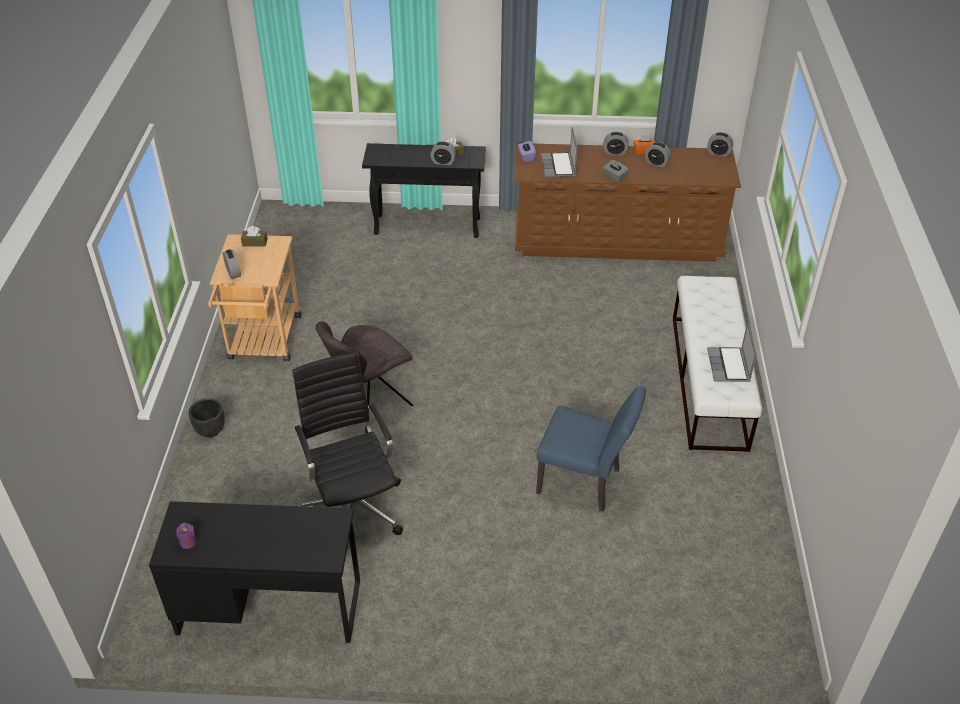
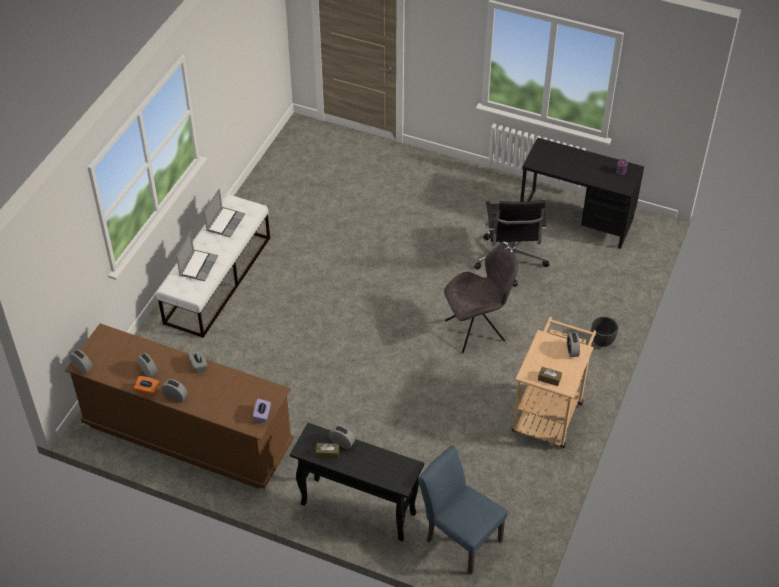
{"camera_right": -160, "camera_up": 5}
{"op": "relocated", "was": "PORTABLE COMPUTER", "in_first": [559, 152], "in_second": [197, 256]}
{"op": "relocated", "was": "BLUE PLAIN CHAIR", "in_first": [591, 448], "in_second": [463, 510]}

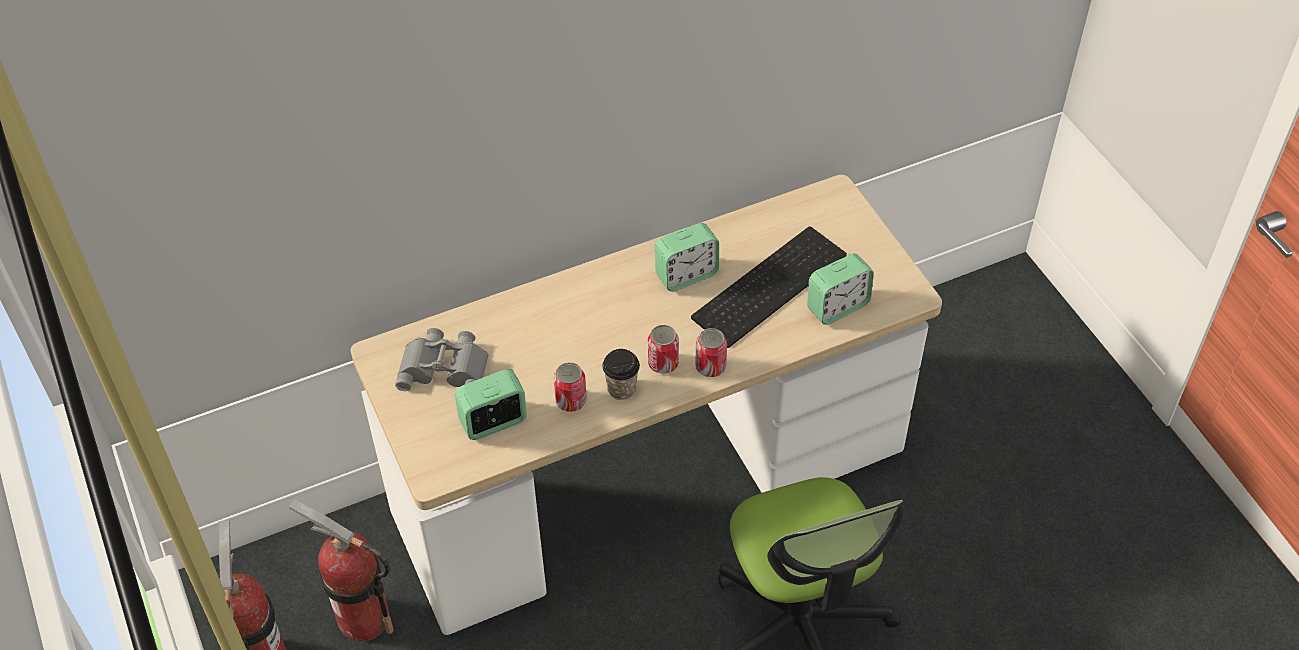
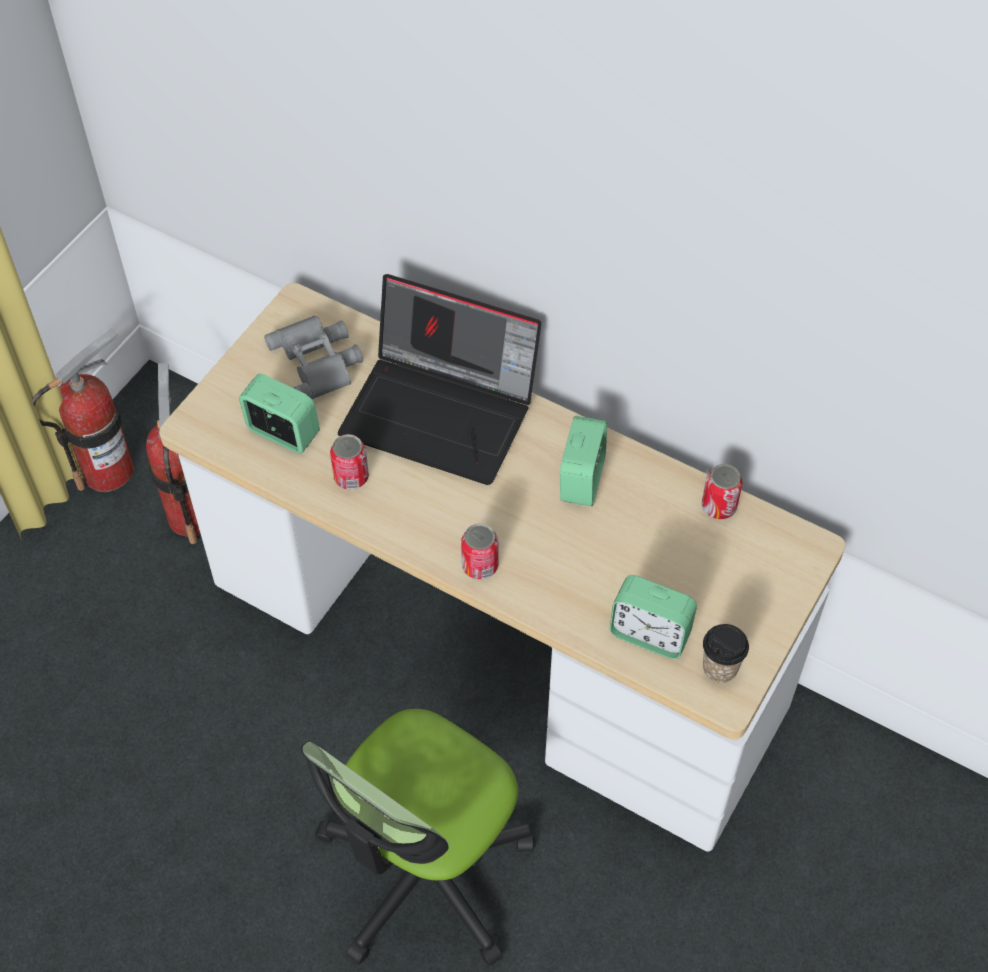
{"camera_right": 55, "camera_up": 5}
{"op": "spun", "was": "BEDSIDE CLOCK", "in_first": [687, 257], "in_second": [583, 461], "clockwise": -105}
{"op": "missing", "was": "PC KEYBOARD", "in_first": [769, 287]}
{"op": "relocated", "was": "SEALED CAN", "in_first": [663, 349], "in_second": [722, 491]}
{"op": "relocated", "was": "CUP", "in_first": [621, 374], "in_second": [726, 653]}
{"op": "appeared", "now": "PORTABLE COMPUTER", "in_second": [439, 379]}

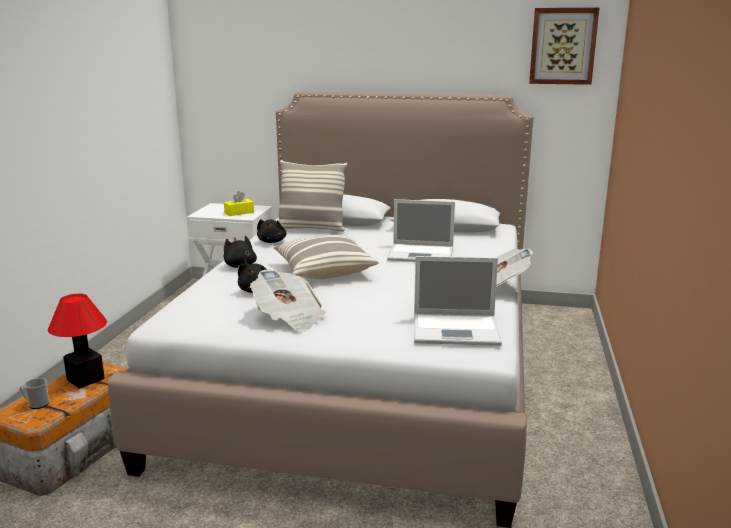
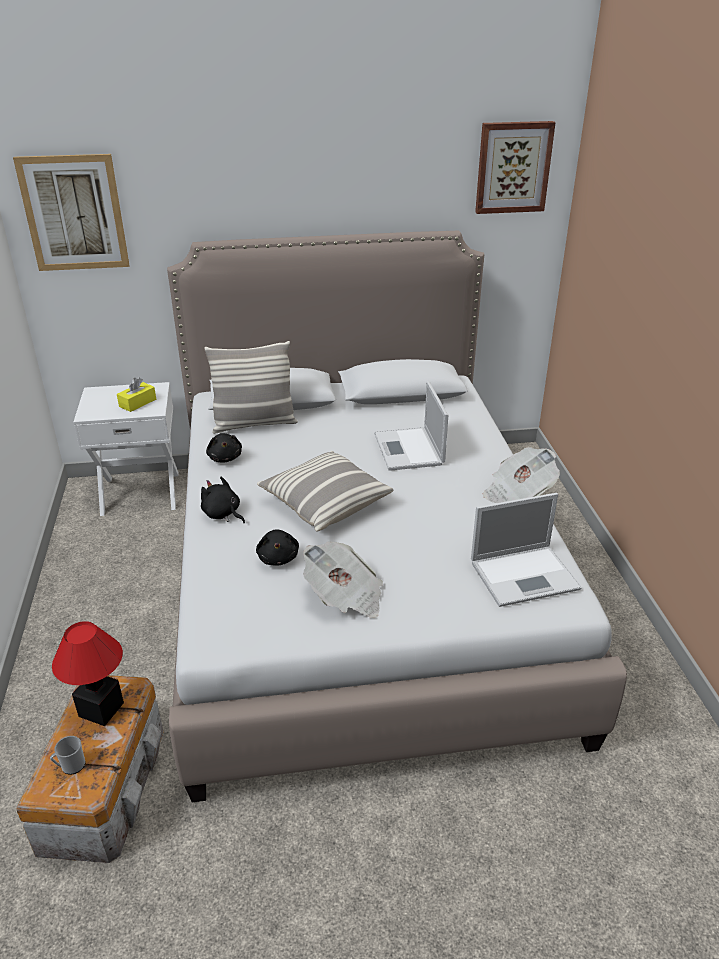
{"camera_right": -20, "camera_up": 15}
{"op": "spun", "was": "PORTABLE COMPUTER", "in_first": [421, 230], "in_second": [411, 426], "clockwise": 90}
{"op": "appeared", "now": "WALL PICTURE", "in_second": [71, 212]}

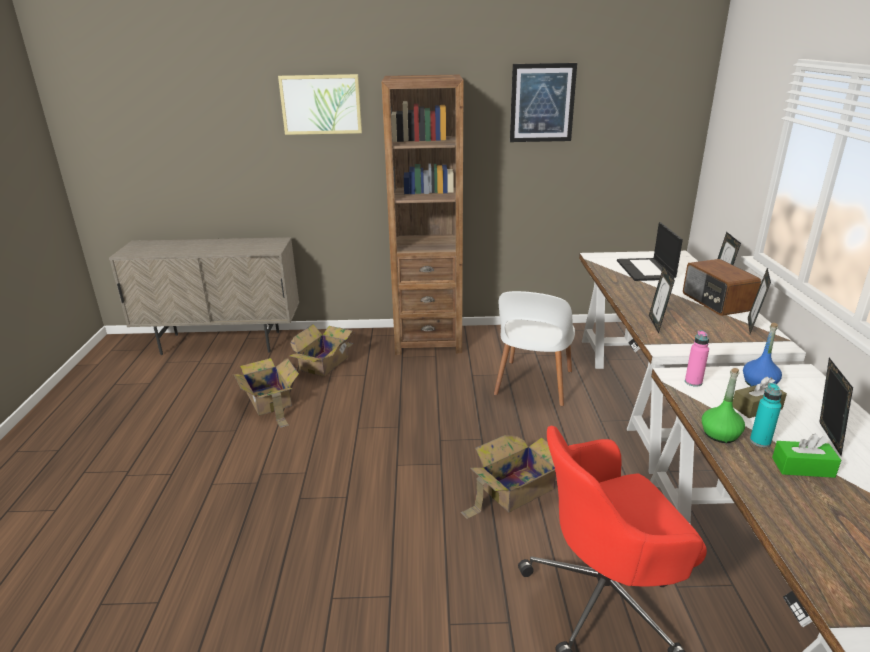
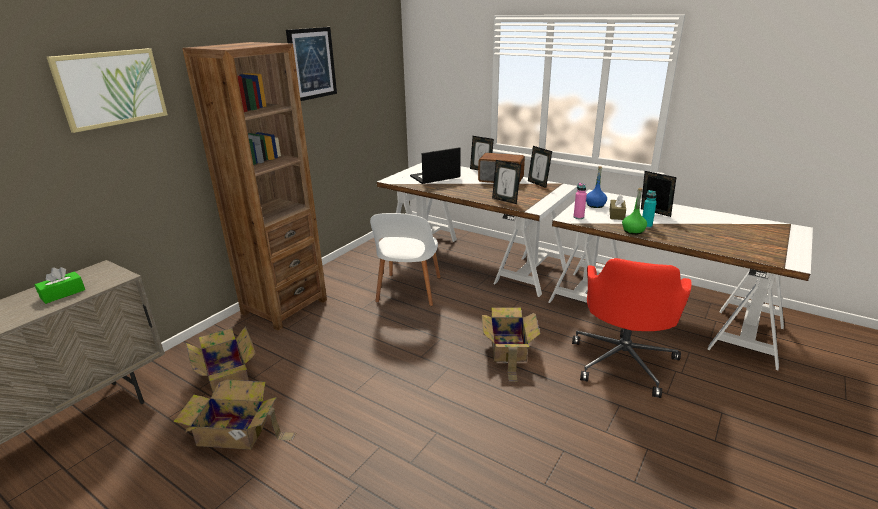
{"camera_right": -55, "camera_up": 0}
{"op": "spun", "was": "PORTABLE COMPUTER", "in_first": [650, 251], "in_second": [435, 165], "clockwise": 120}
{"op": "spun", "was": "WHITE PLAIN CHAIR", "in_first": [534, 348], "in_second": [405, 259], "clockwise": 45}
{"op": "relocated", "was": "GREEN TISSUE HOLDER", "in_first": [806, 456], "in_second": [60, 285]}

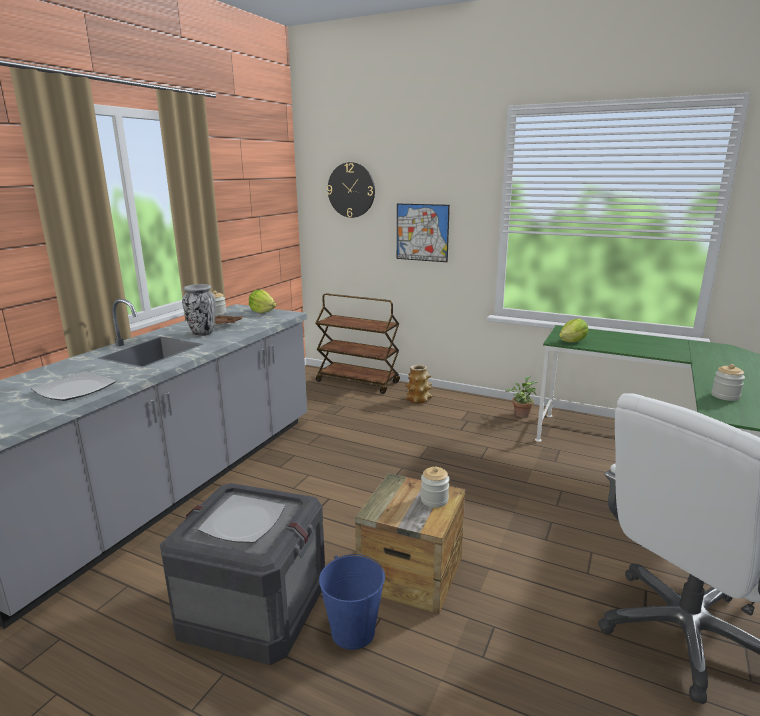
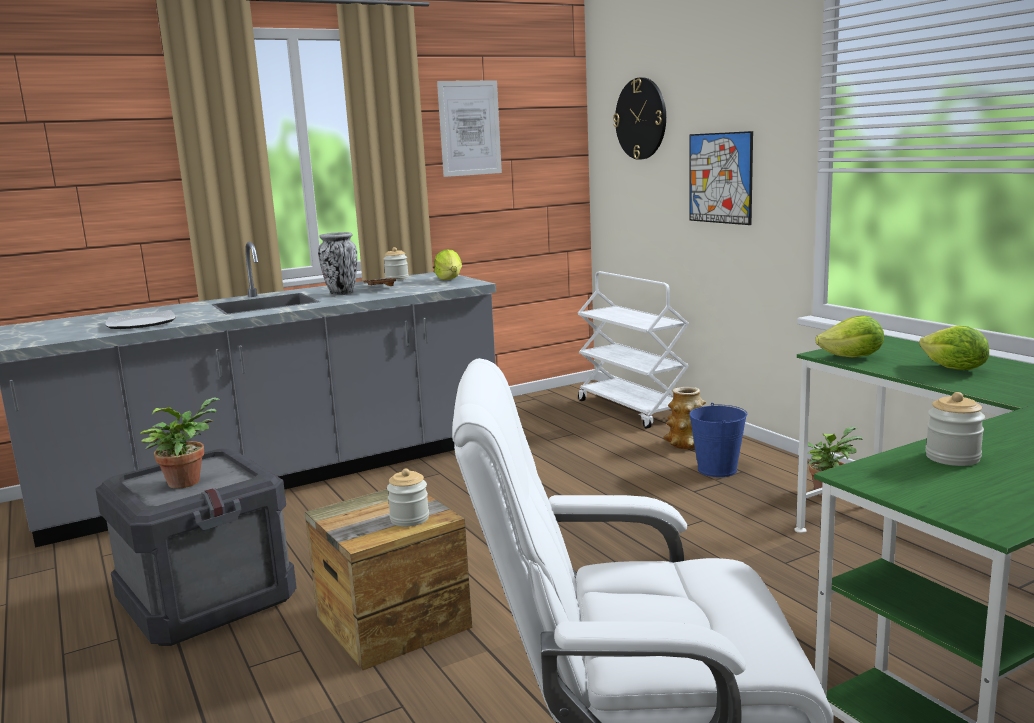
{"camera_right": 35, "camera_up": -5}
{"op": "colour", "was": "BROWN-COLOURED WHEELED CART", "now": "WHITE WHEELED CART", "in_first": [357, 343], "in_second": [633, 350]}
{"op": "exchanged", "was": "PLATE", "now": "PLANT IN A POT", "in_first": [241, 519], "in_second": [180, 443]}
{"op": "relocated", "was": "BLUE BUCKET", "in_first": [352, 602], "in_second": [718, 440]}
{"op": "appeared", "now": "WALL PICTURE", "in_second": [469, 128]}
{"op": "appeared", "now": "LETTUCE", "in_second": [954, 348]}

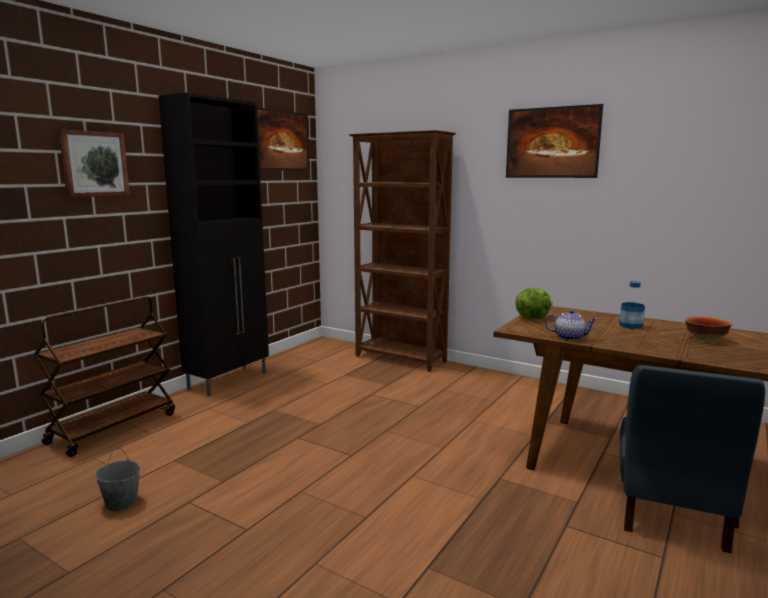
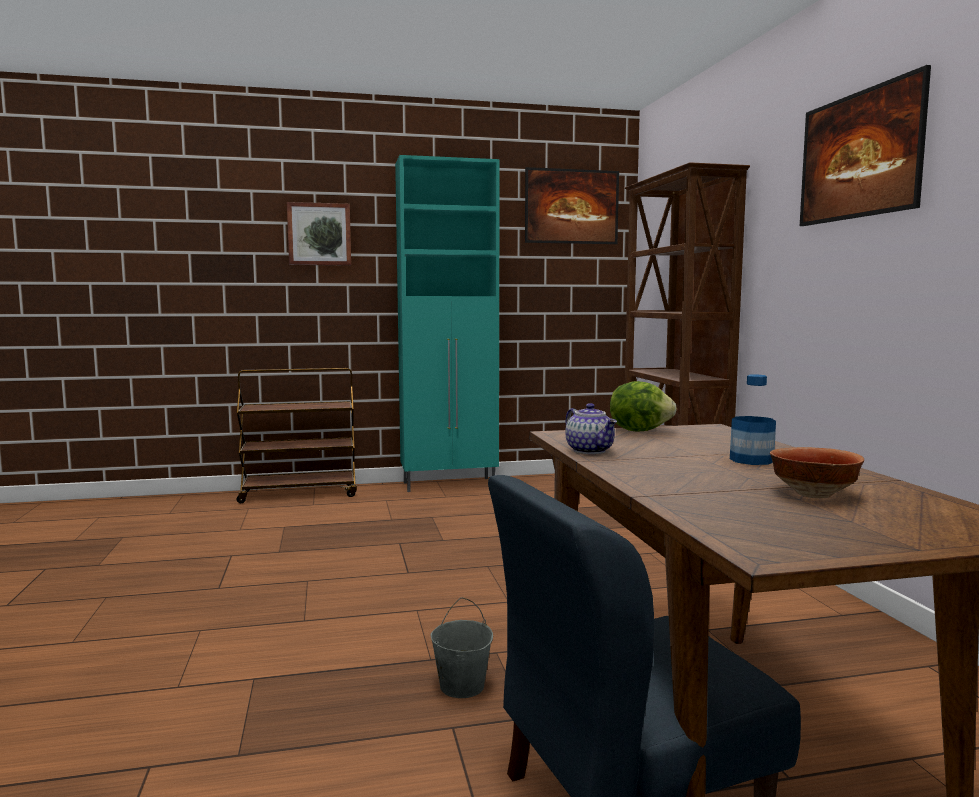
{"camera_right": 45, "camera_up": -5}
{"op": "colour", "was": "BLACK CABINET", "now": "TURQUOISE CABINET", "in_first": [214, 244], "in_second": [447, 323]}
{"op": "relocated", "was": "GRAY BUCKET", "in_first": [118, 479], "in_second": [462, 647]}

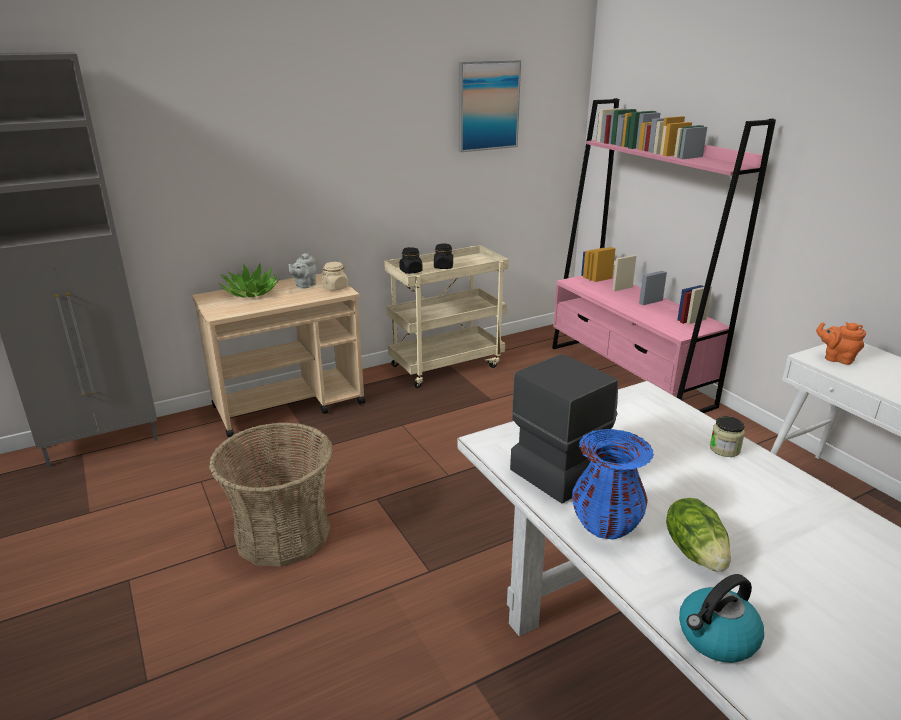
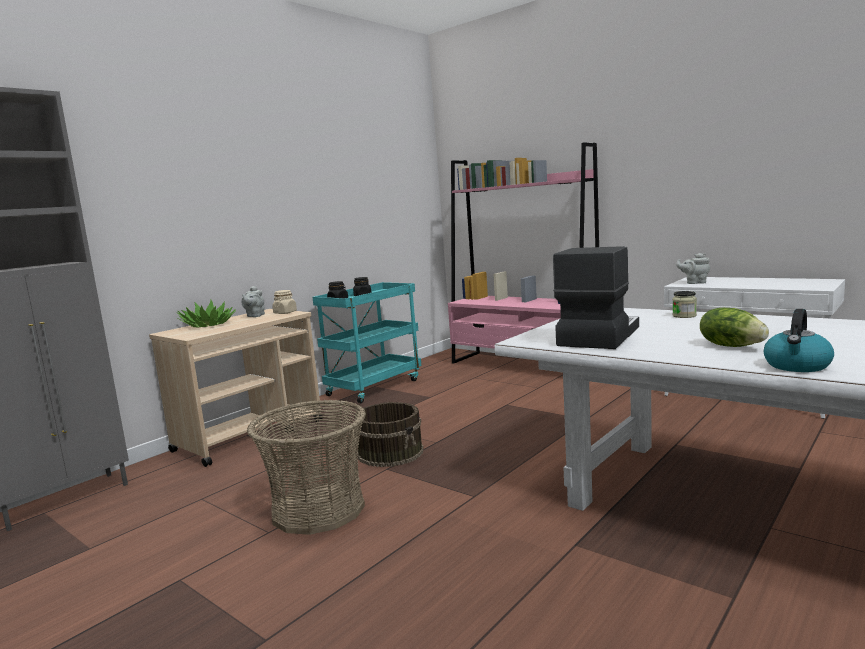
{"camera_right": -20, "camera_up": -15}
{"op": "missing", "was": "WALL PICTURE", "in_first": [489, 106]}
{"op": "colour", "was": "BEIGE WHEELED CART", "now": "TURQUOISE WHEELED CART", "in_first": [446, 316], "in_second": [366, 342]}
{"op": "colour", "was": "ORANGE TEAPOT", "now": "GRAY TEAPOT", "in_first": [841, 343], "in_second": [693, 268]}
{"op": "missing", "was": "BLUE VASE", "in_first": [613, 484]}
{"op": "appeared", "now": "BROWN-COLOURED BUCKET", "in_second": [389, 434]}

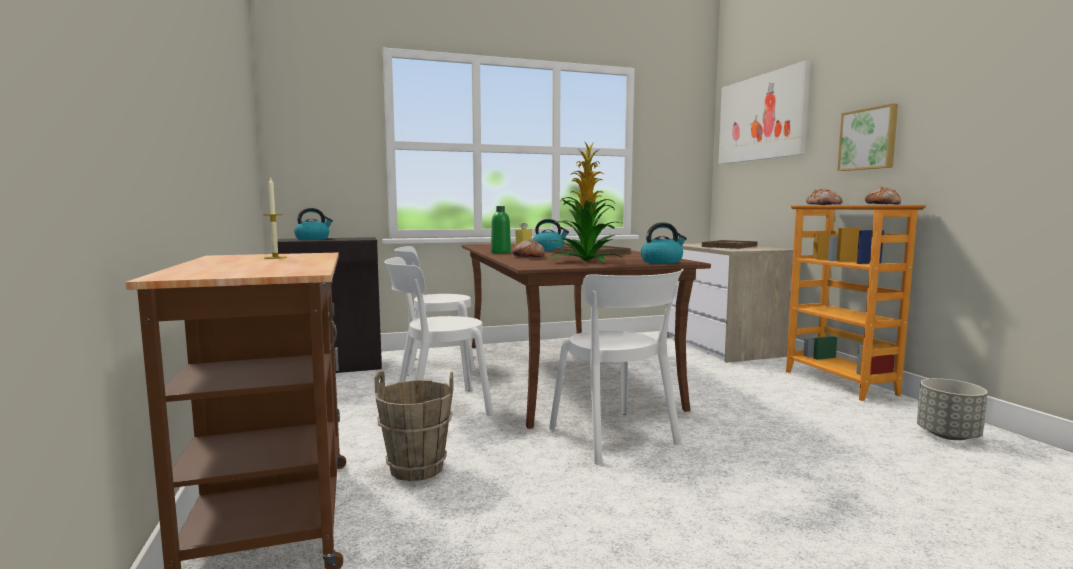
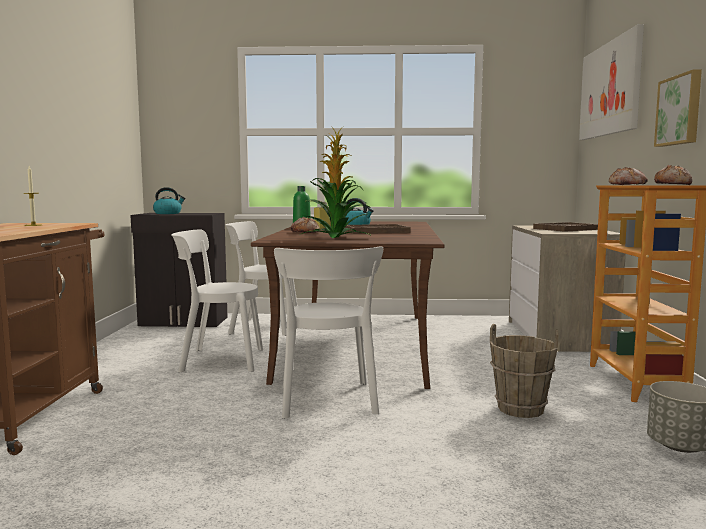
{"camera_right": 20, "camera_up": 0}
{"op": "missing", "was": "KETTLE", "in_first": [664, 243]}
{"op": "relocated", "was": "BROWN-COLOURED BUCKET", "in_first": [414, 426], "in_second": [524, 371]}

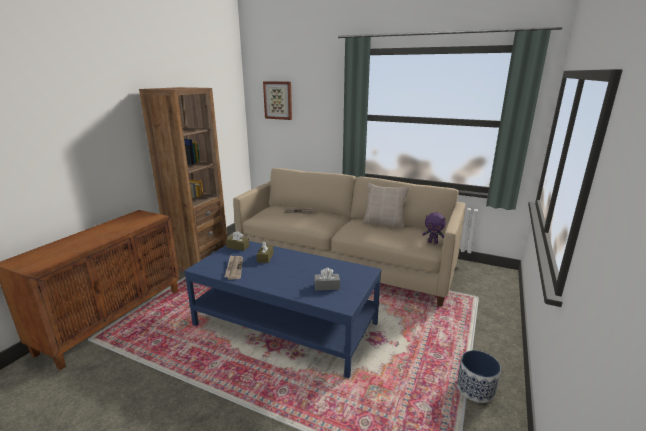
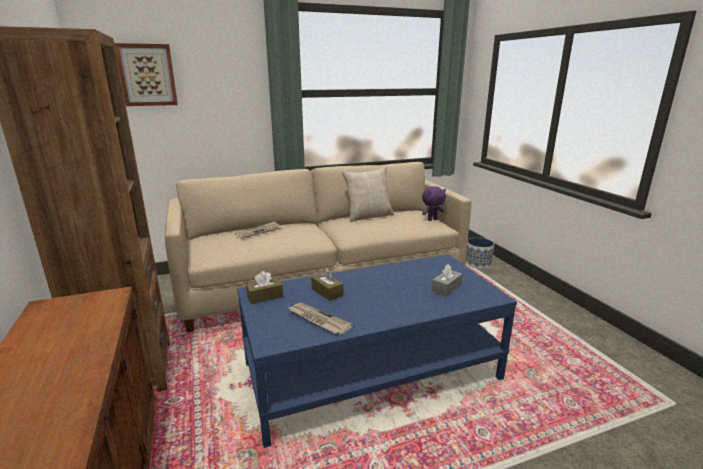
{"camera_right": -45, "camera_up": 0}
{"op": "relocated", "was": "FLOWER POT", "in_first": [479, 376], "in_second": [480, 253]}

